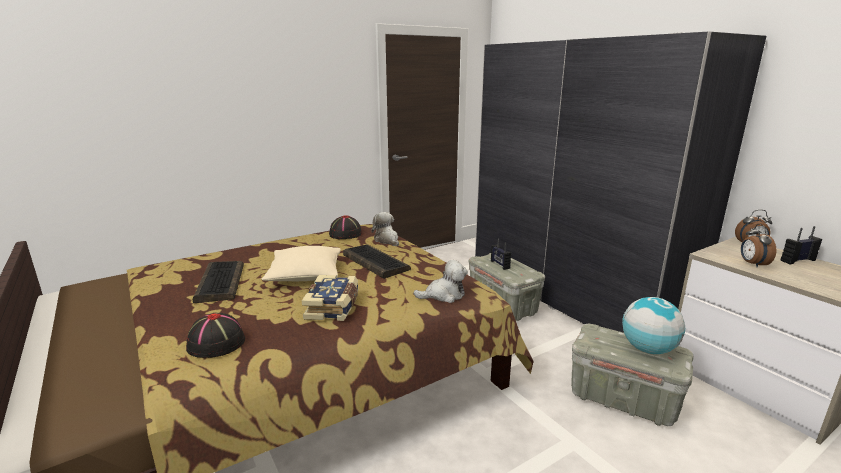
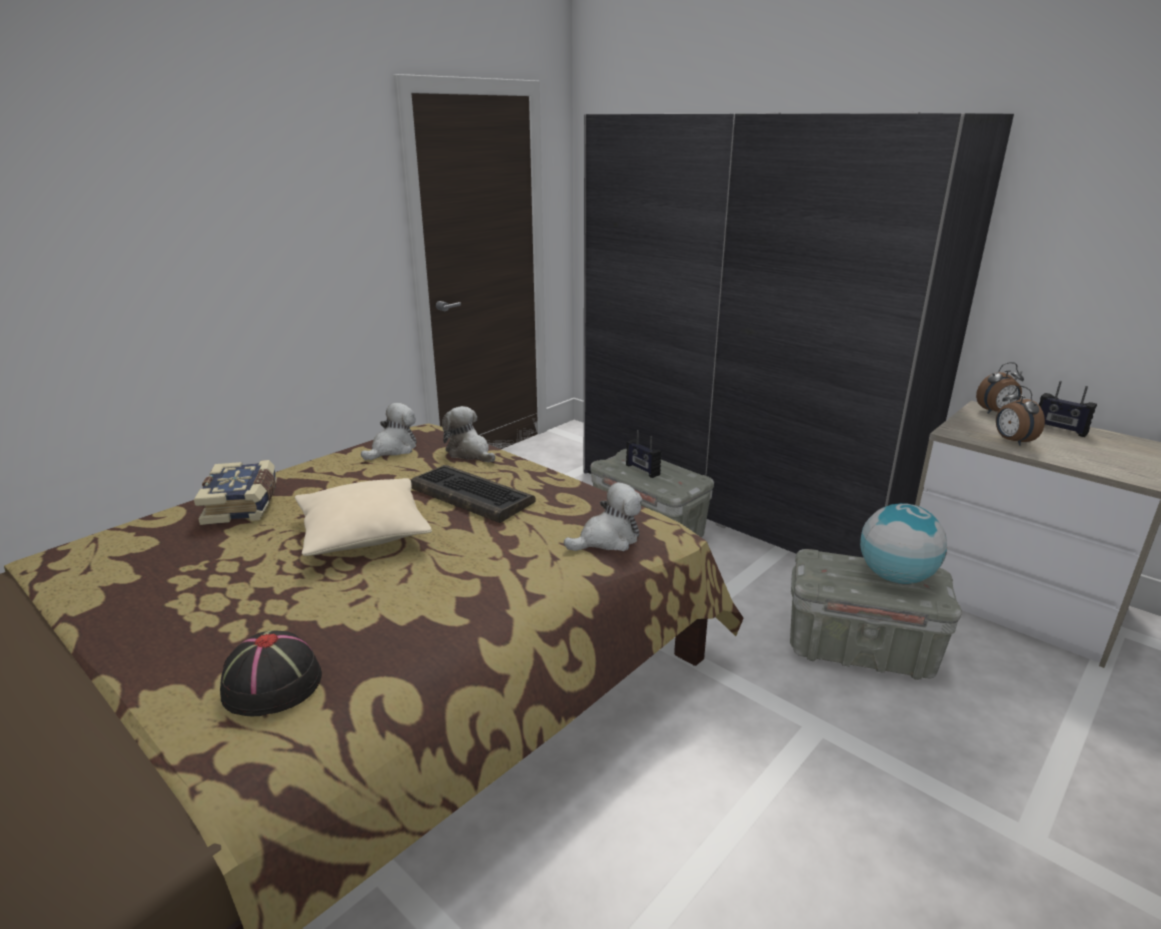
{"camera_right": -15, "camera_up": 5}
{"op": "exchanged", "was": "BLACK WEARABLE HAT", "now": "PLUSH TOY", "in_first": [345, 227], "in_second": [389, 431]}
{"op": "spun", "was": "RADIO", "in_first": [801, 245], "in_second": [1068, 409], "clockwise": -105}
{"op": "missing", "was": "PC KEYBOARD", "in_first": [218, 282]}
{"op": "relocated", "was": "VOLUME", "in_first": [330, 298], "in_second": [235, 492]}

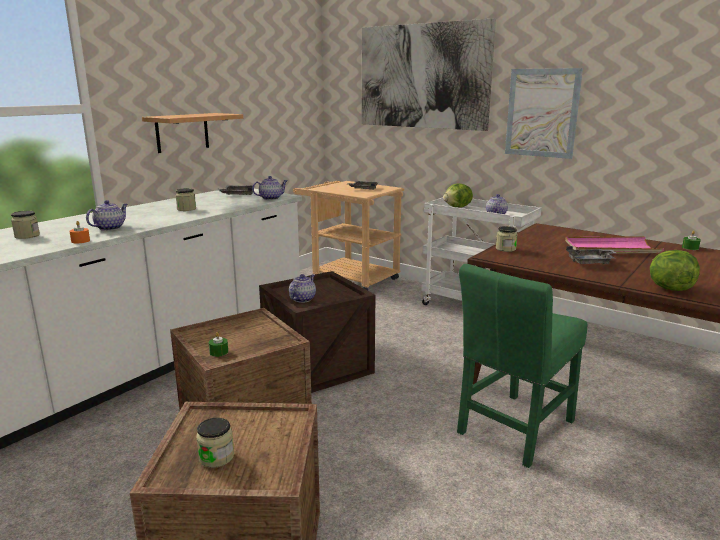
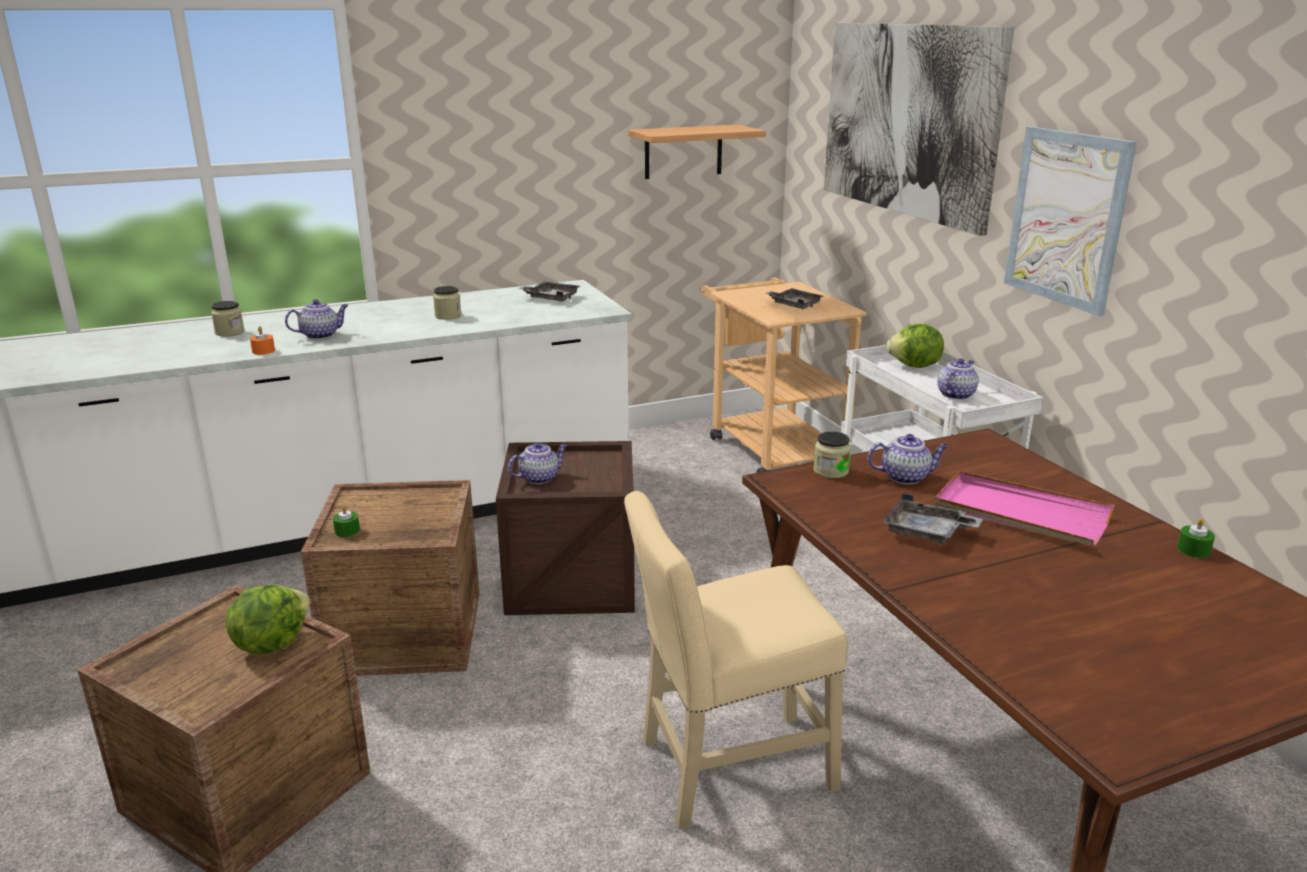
{"camera_right": 30, "camera_up": 5}
{"op": "relocated", "was": "WALL SHELF", "in_first": [192, 133], "in_second": [697, 151]}
{"op": "relocated", "was": "TEAPOT", "in_first": [270, 188], "in_second": [908, 459]}
{"op": "relocated", "was": "LETTUCE", "in_first": [675, 270], "in_second": [268, 619]}
{"op": "colour", "was": "GREEN PLAIN CHAIR", "now": "BEIGE PLAIN CHAIR", "in_first": [522, 366], "in_second": [736, 660]}
{"op": "missing", "was": "JAR", "in_first": [215, 443]}

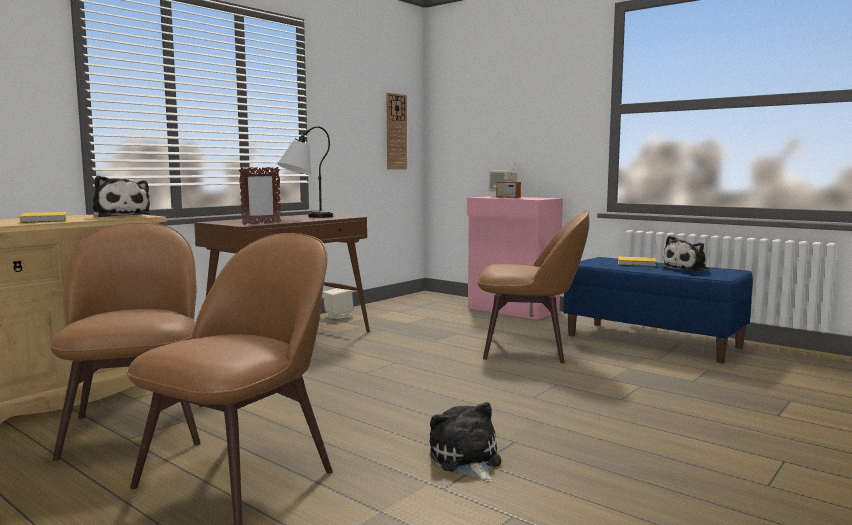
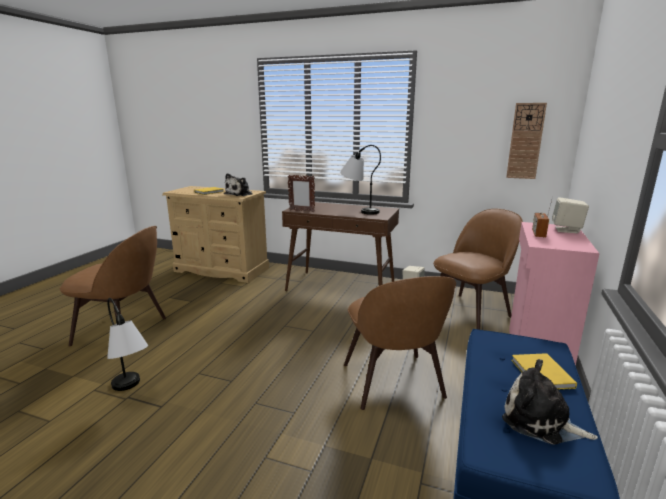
{"camera_right": 70, "camera_up": 10}
{"op": "relocated", "was": "BROWN-COLOURED PLAIN CHAIR", "in_first": [127, 342], "in_second": [478, 269]}
{"op": "exchanged", "was": "PLUSH TOY", "now": "TABLE LAMP", "in_first": [465, 442], "in_second": [127, 344]}

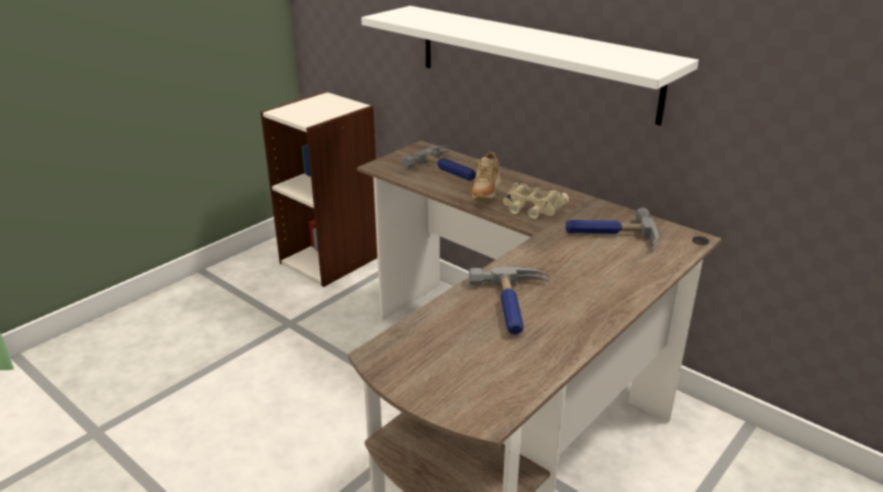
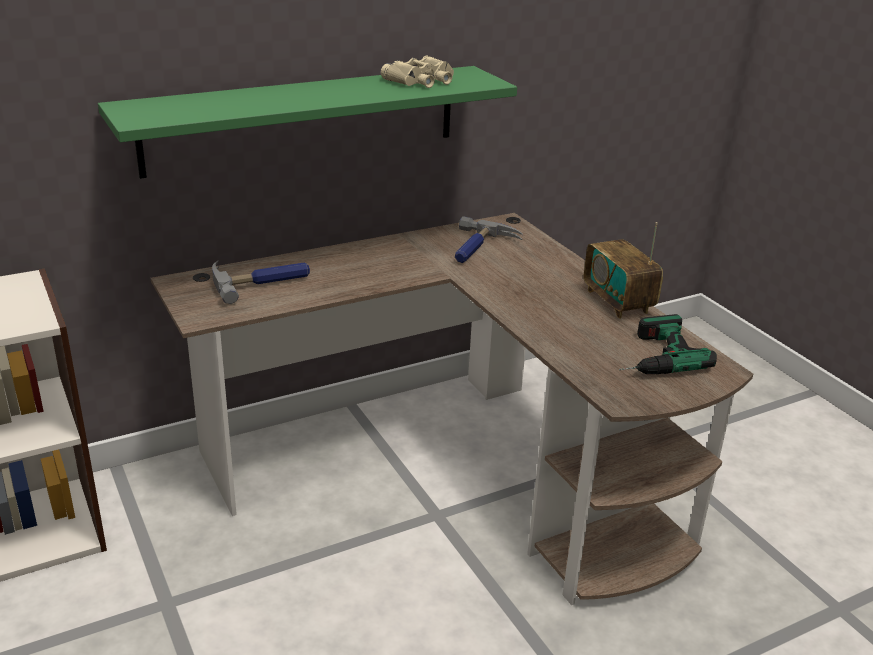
{"camera_right": -70, "camera_up": 0}
{"op": "colour", "was": "WHITE WALL SHELF", "now": "GREEN WALL SHELF", "in_first": [530, 66], "in_second": [307, 122]}
{"op": "missing", "was": "BEIGE ITEM OF FOOTWEAR", "in_first": [486, 175]}
{"op": "relocated", "was": "BEIGE FIELD GLASSES", "in_first": [536, 200], "in_second": [417, 72]}
{"op": "missing", "was": "TOOL HAMMER", "in_first": [509, 301]}
{"op": "appeared", "now": "RADIO", "in_second": [623, 270]}
{"op": "appeared", "now": "ELECTRIC DRILL", "in_second": [668, 344]}

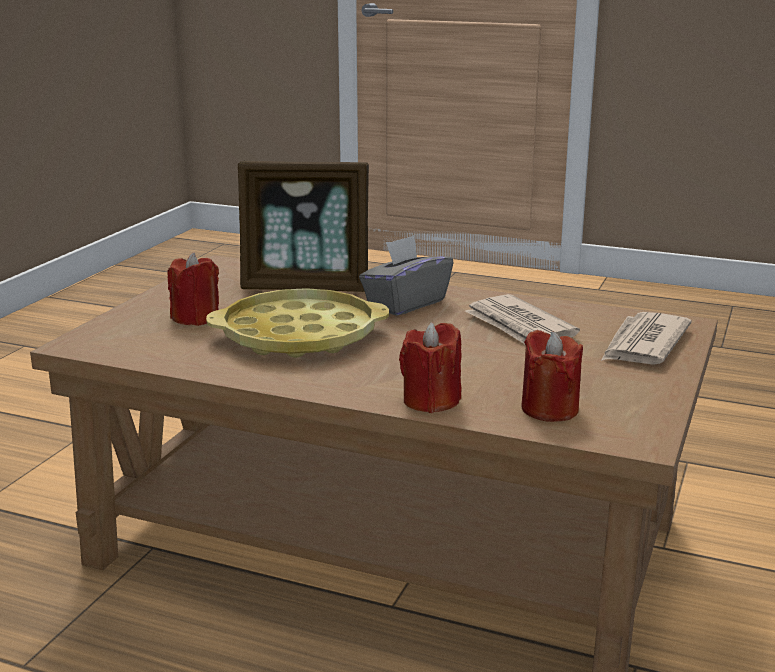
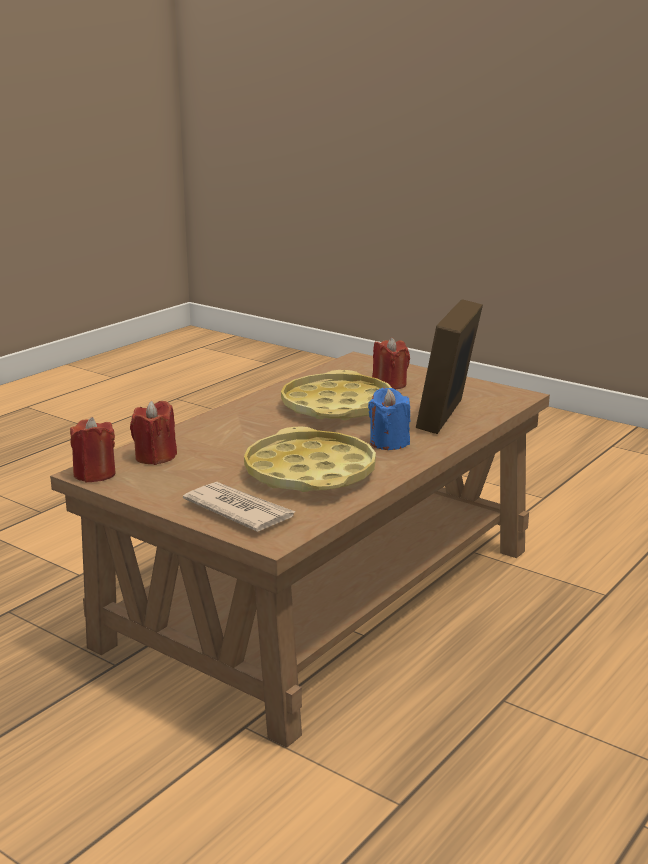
{"camera_right": 105, "camera_up": 0}
{"op": "exchanged", "was": "GRAY TISSUE HOLDER", "now": "BLUE CANDLE", "in_first": [406, 275], "in_second": [389, 419]}
{"op": "exchanged", "was": "PRINTED PAPER", "now": "YELLOW-COLOURED TRAY", "in_first": [522, 319], "in_second": [310, 459]}
{"op": "relocated", "was": "REDDISH CANDLE", "in_first": [430, 367], "in_second": [93, 449]}

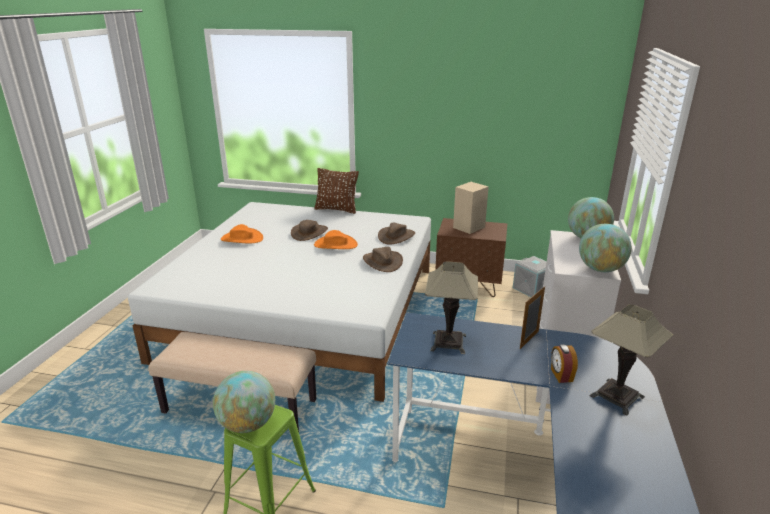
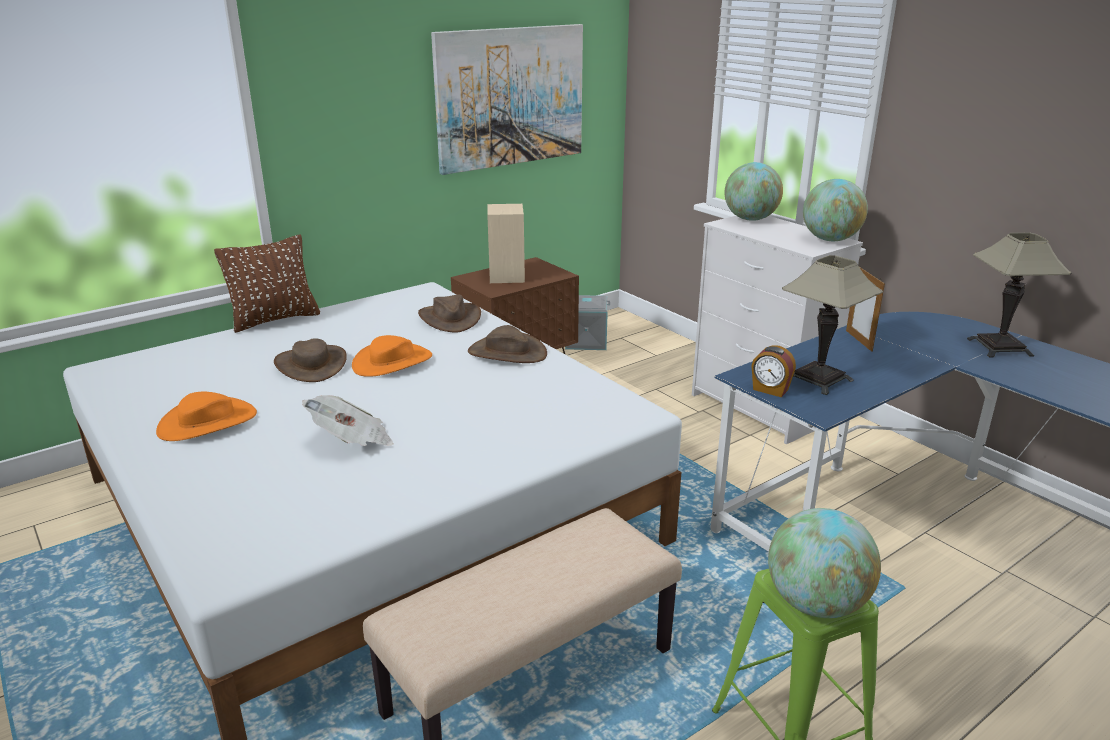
{"camera_right": -50, "camera_up": 0}
{"op": "relocated", "was": "BEDSIDE CLOCK", "in_first": [564, 363], "in_second": [773, 371]}
{"op": "appeared", "now": "WALL PICTURE", "in_second": [507, 99]}
{"op": "appeared", "now": "PRINTED PAPER", "in_second": [348, 420]}

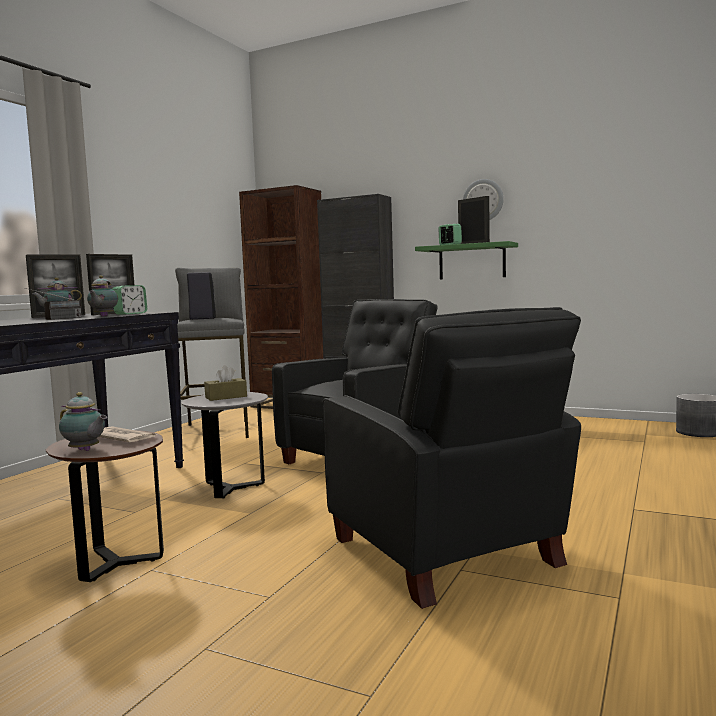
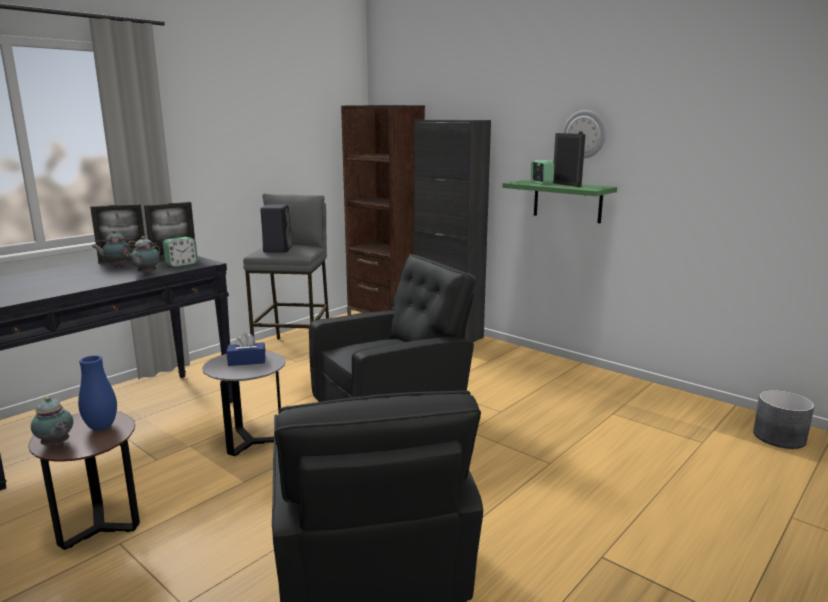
{"camera_right": 15, "camera_up": 10}
{"op": "missing", "was": "RADIO", "in_first": [53, 304]}
{"op": "colour", "was": "BROWN-COLOURED TISSUE HOLDER", "now": "BLUE TISSUE HOLDER", "in_first": [225, 383], "in_second": [246, 349]}
{"op": "exchanged", "was": "PRINTED PAPER", "now": "BLUE VASE", "in_first": [128, 434], "in_second": [97, 393]}

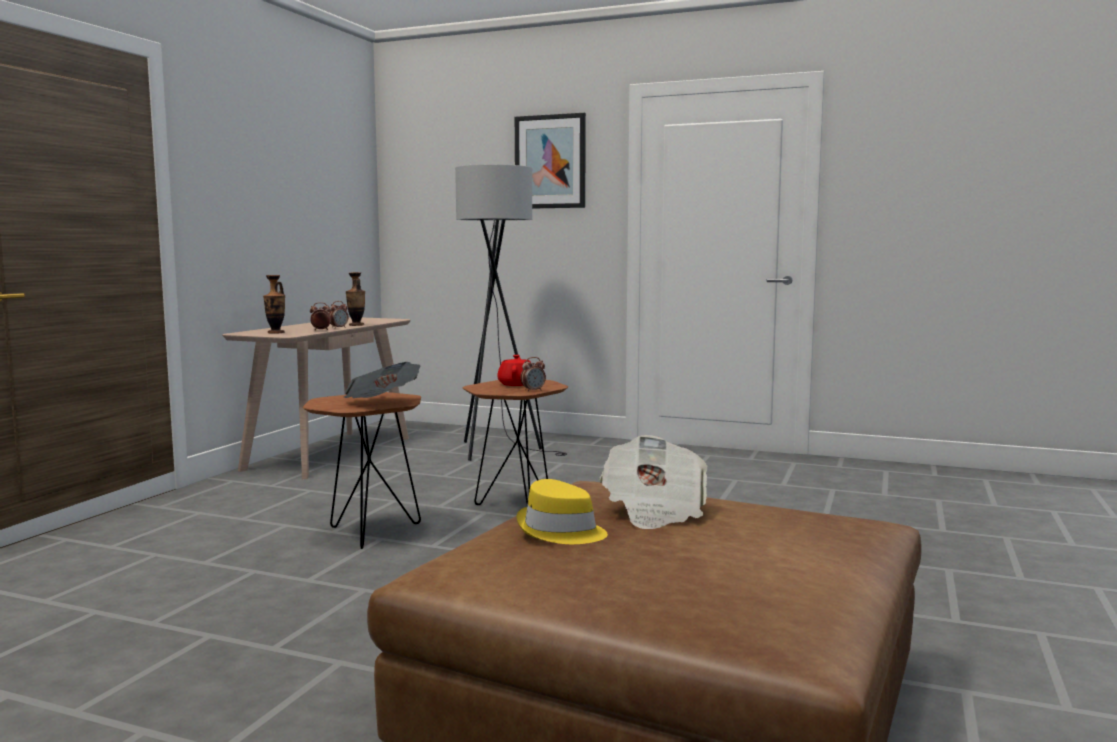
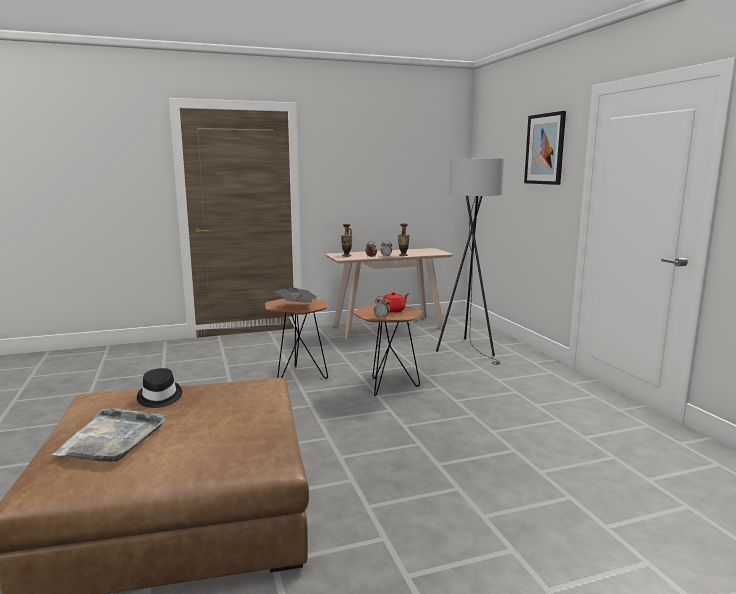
{"camera_right": 50, "camera_up": 5}
{"op": "missing", "was": "PRINTED PAPER", "in_first": [654, 482]}
{"op": "colour", "was": "YELLOW-COLOURED WEARABLE HAT", "now": "BLACK WEARABLE HAT", "in_first": [562, 511], "in_second": [159, 388]}
{"op": "appeared", "now": "GRAY TRAY", "in_second": [109, 435]}

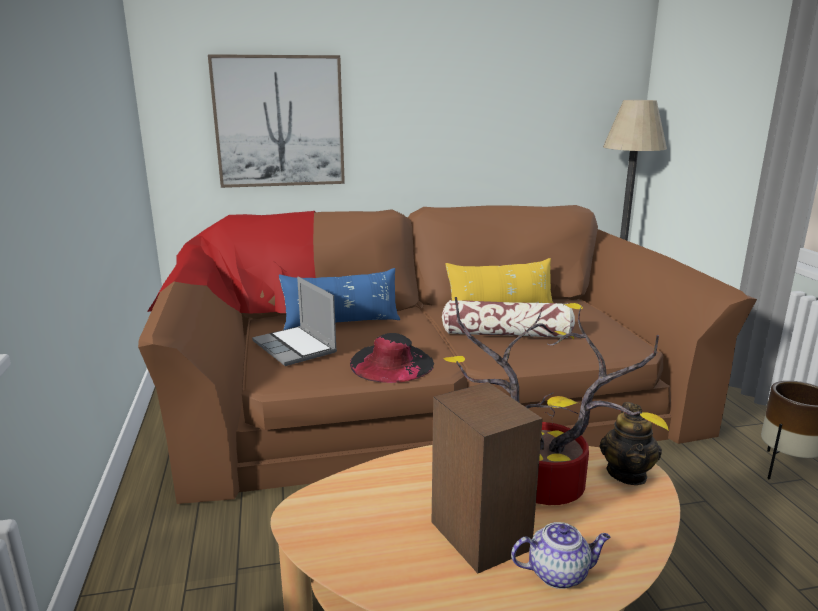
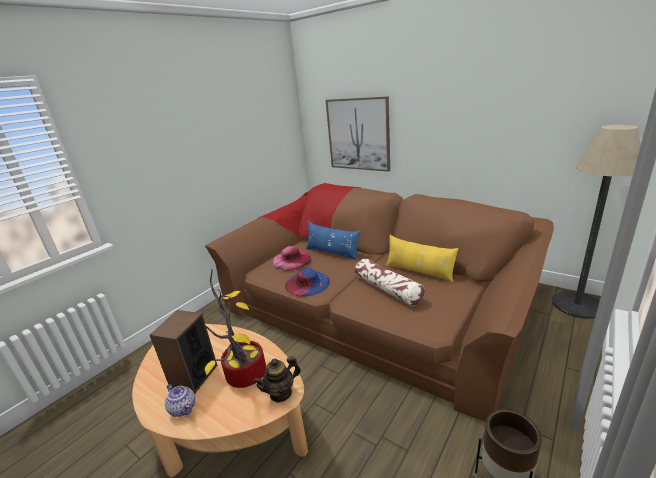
{"camera_right": 50, "camera_up": 5}
{"op": "exchanged", "was": "PORTABLE COMPUTER", "now": "PINK WEARABLE HAT", "in_first": [294, 321], "in_second": [291, 258]}
{"op": "colour", "was": "BLACK WEARABLE HAT", "now": "BLUE WEARABLE HAT", "in_first": [392, 358], "in_second": [307, 282]}

